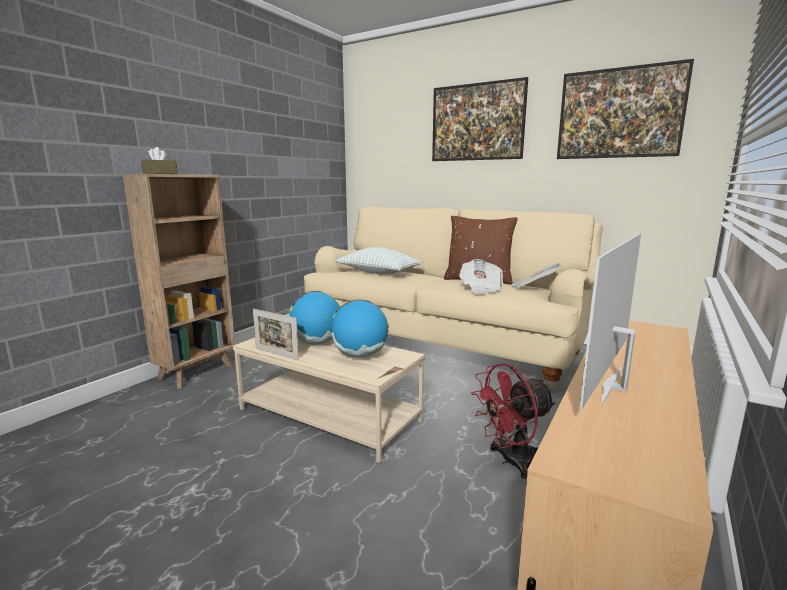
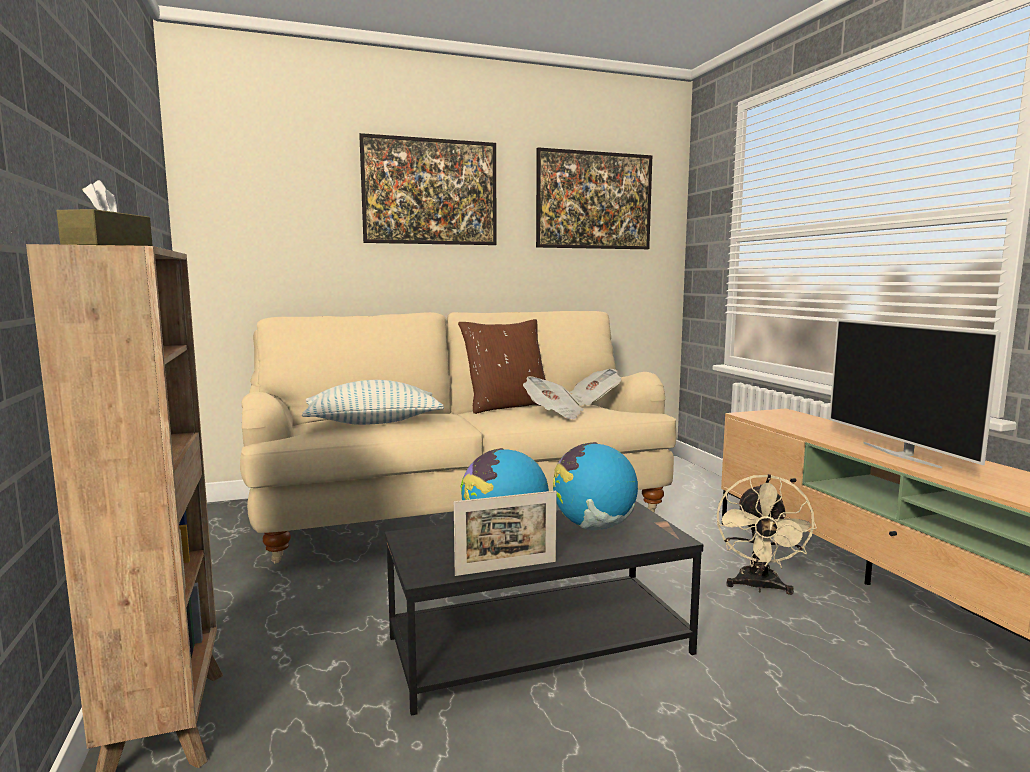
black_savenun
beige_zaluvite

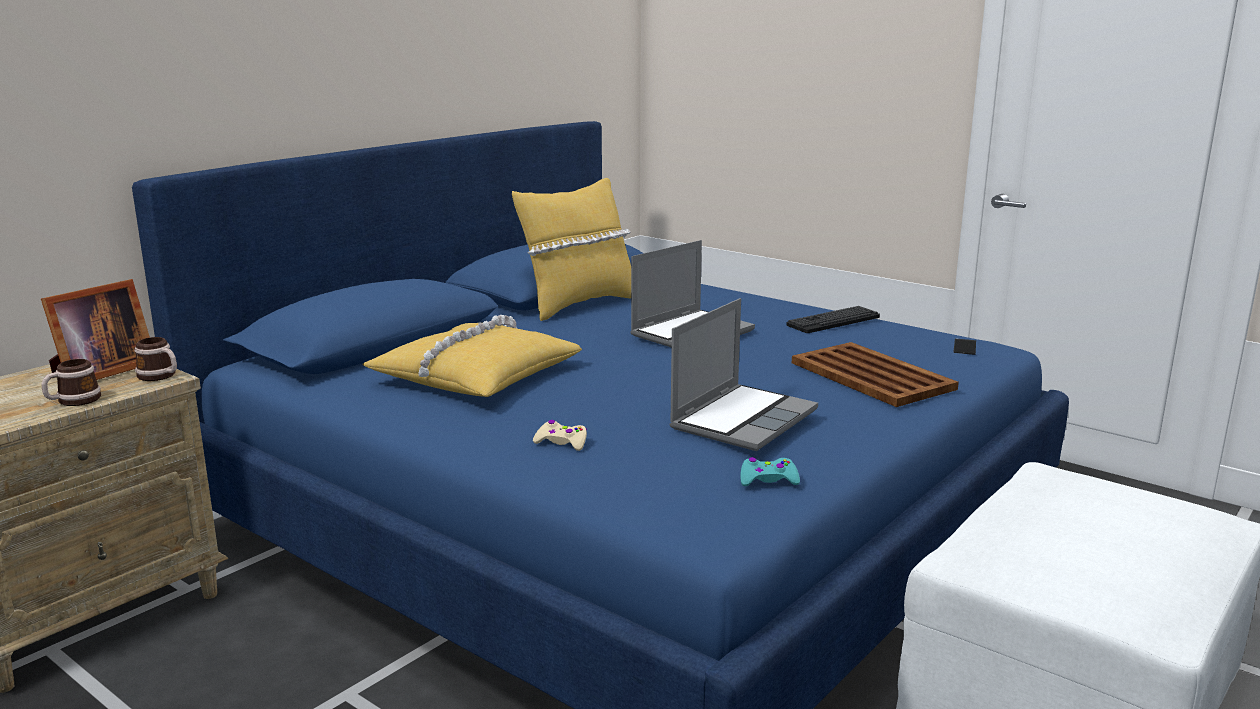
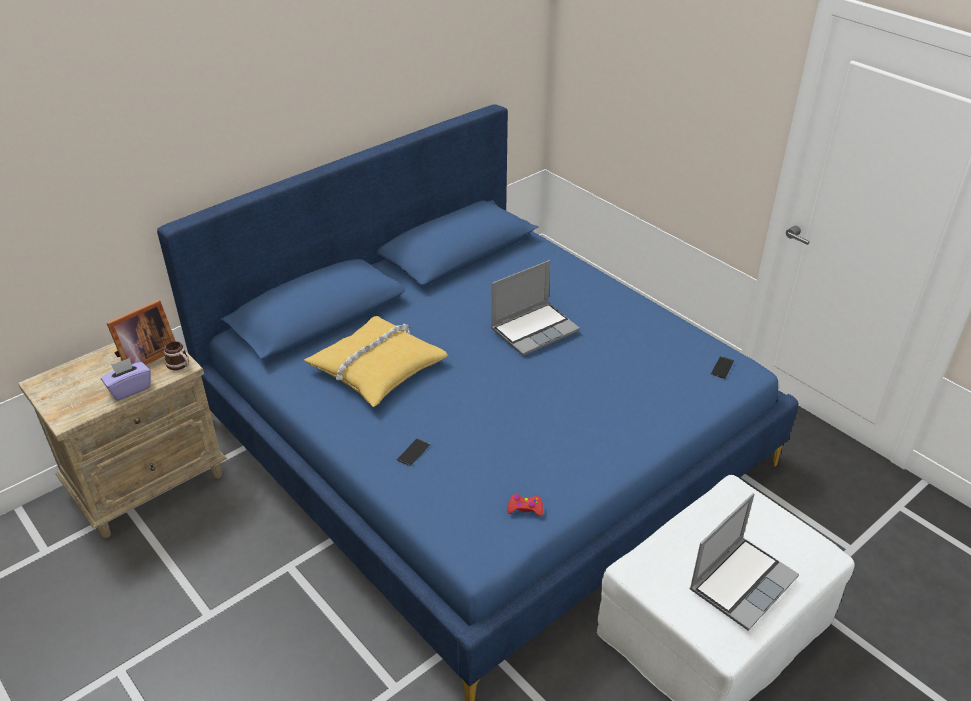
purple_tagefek
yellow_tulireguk (2nd from left in the first image)
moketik (1st from left)
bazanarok (2nd from left)
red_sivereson
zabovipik
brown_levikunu

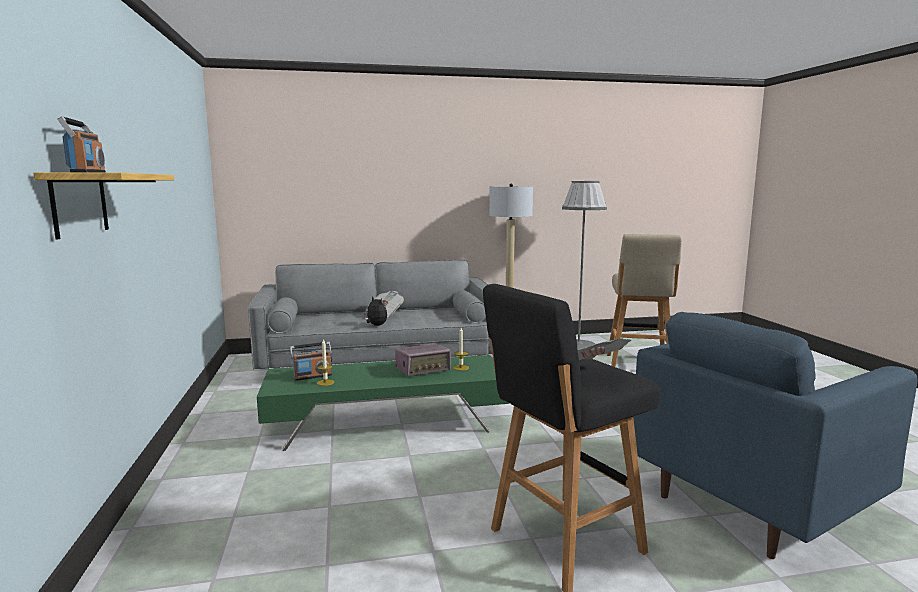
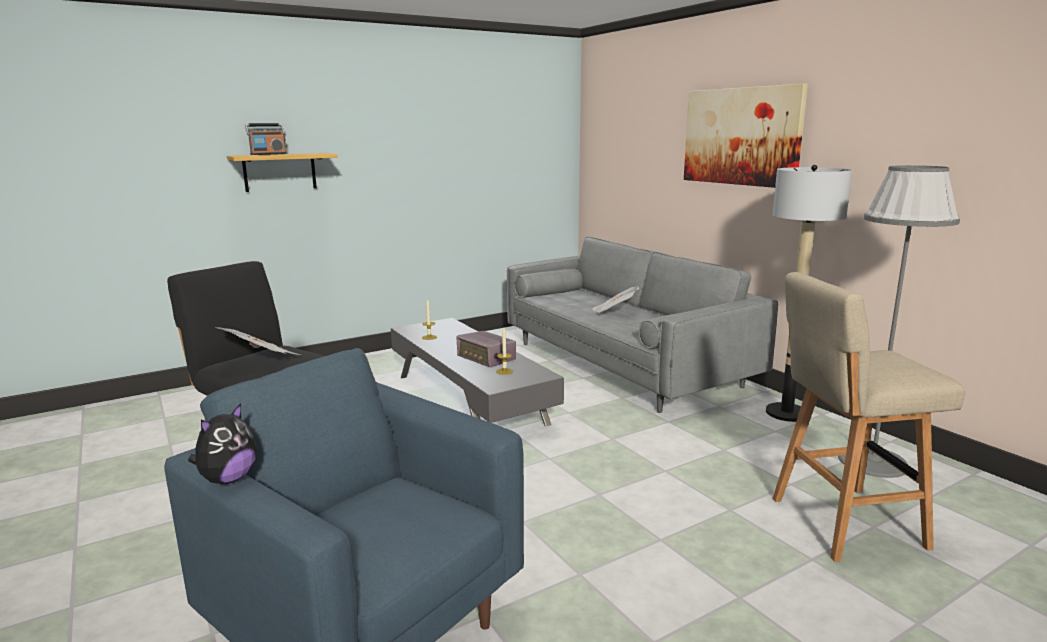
grey_savenun
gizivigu (2nd from left in the first image)
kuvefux
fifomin

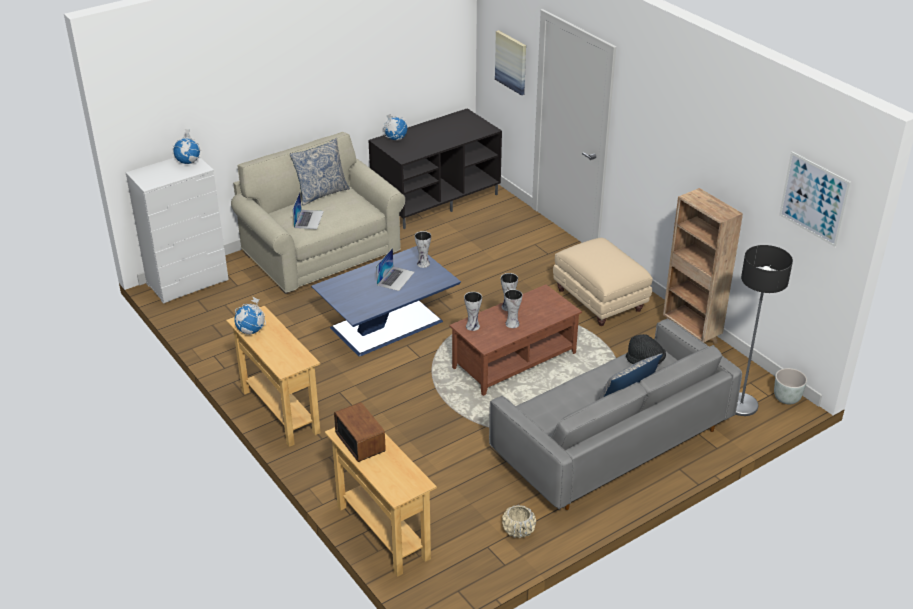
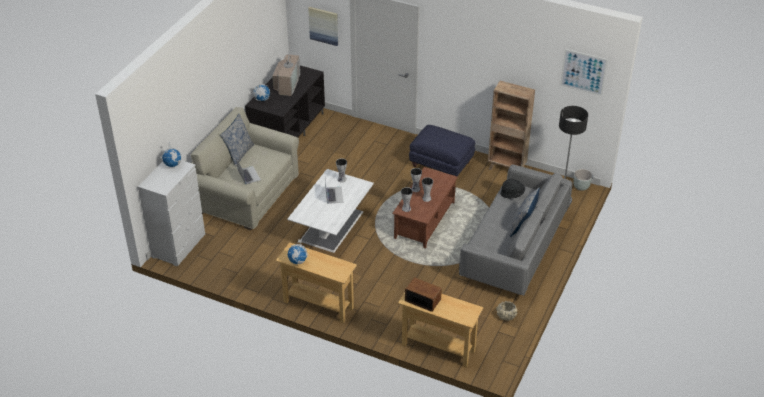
white_savenun
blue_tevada
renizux

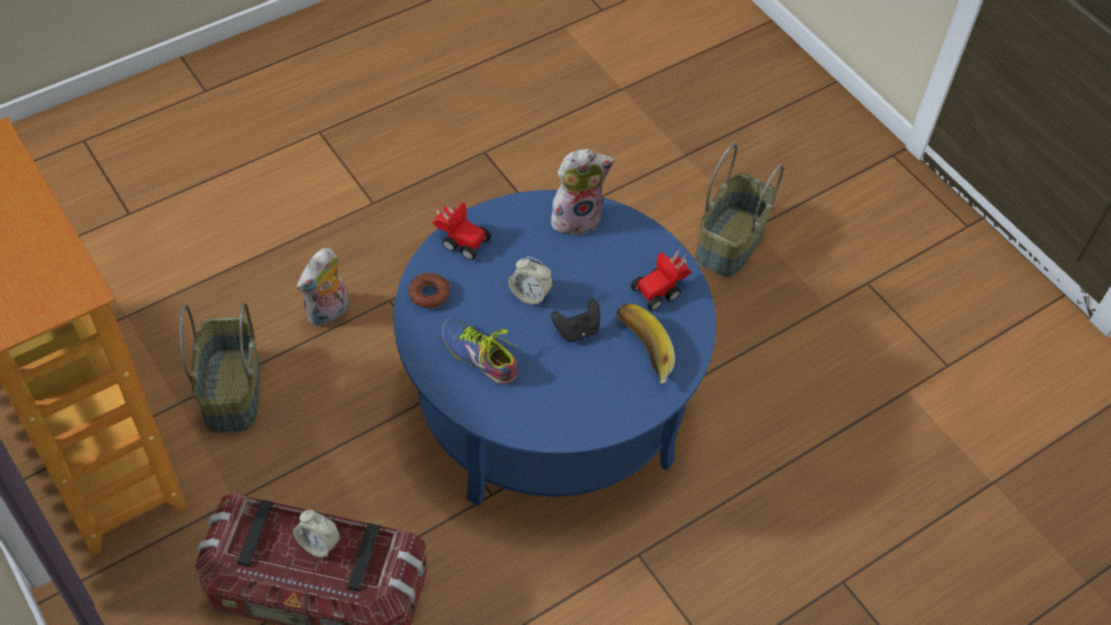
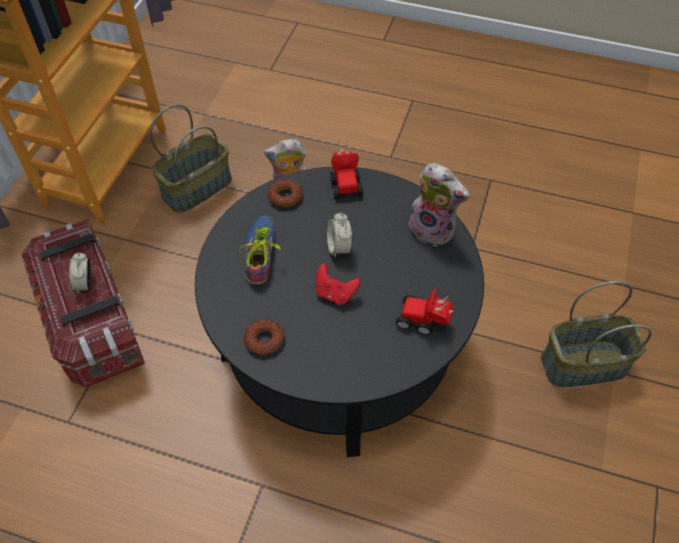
black_savenun
red_sivereson
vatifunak
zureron (1st from left)

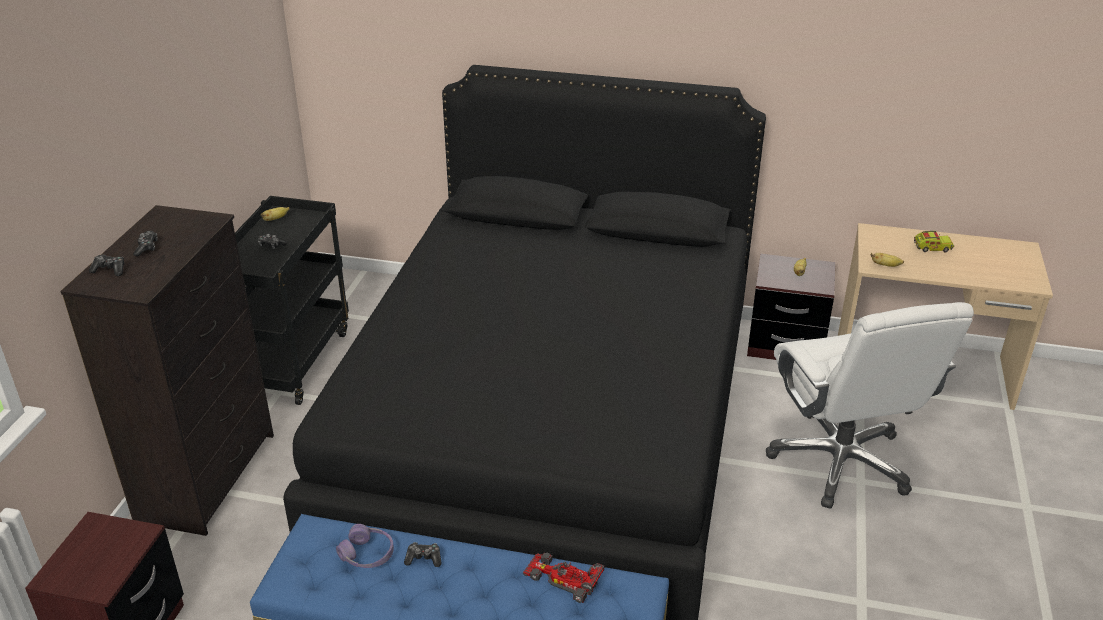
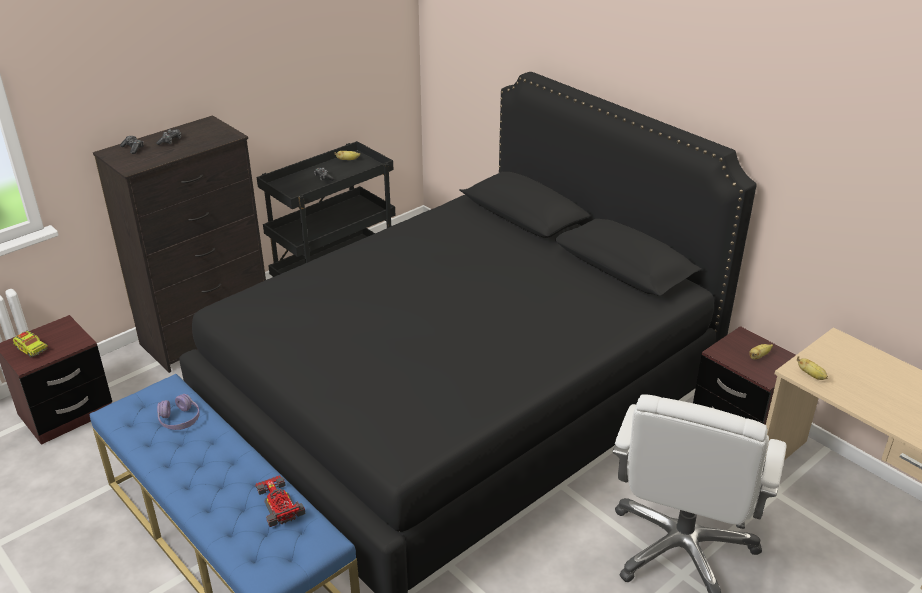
sivereson (4th from left in the first image)
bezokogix

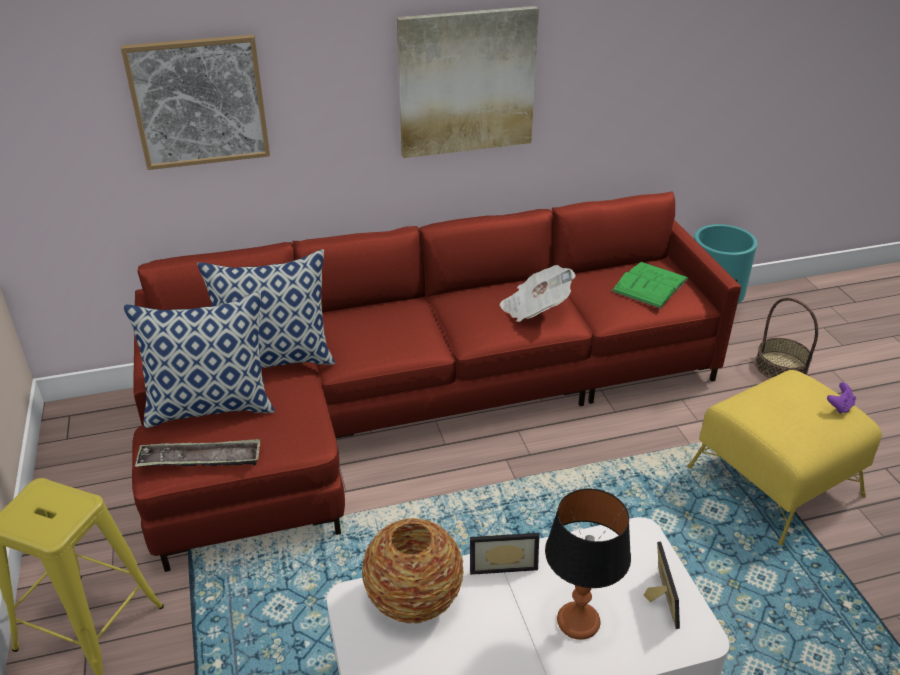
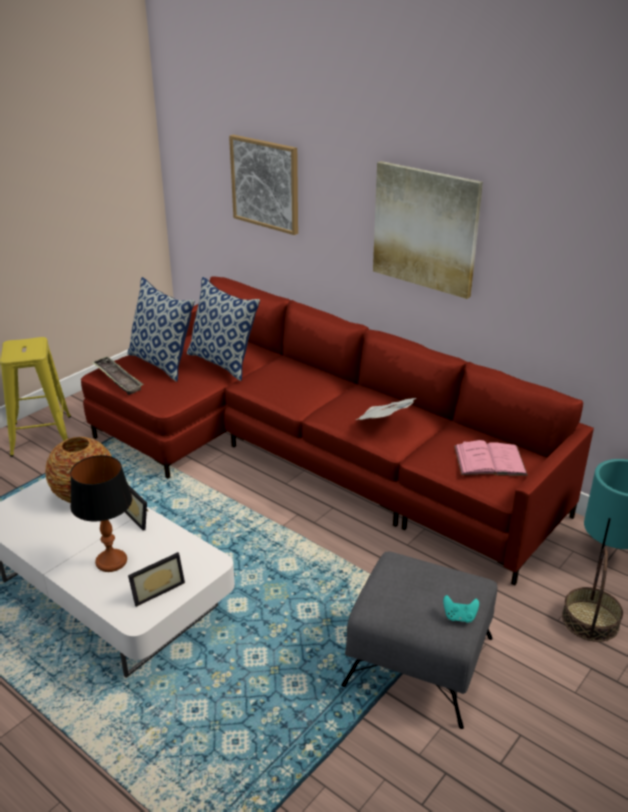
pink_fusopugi
grey_tevada
turquoise_sivereson

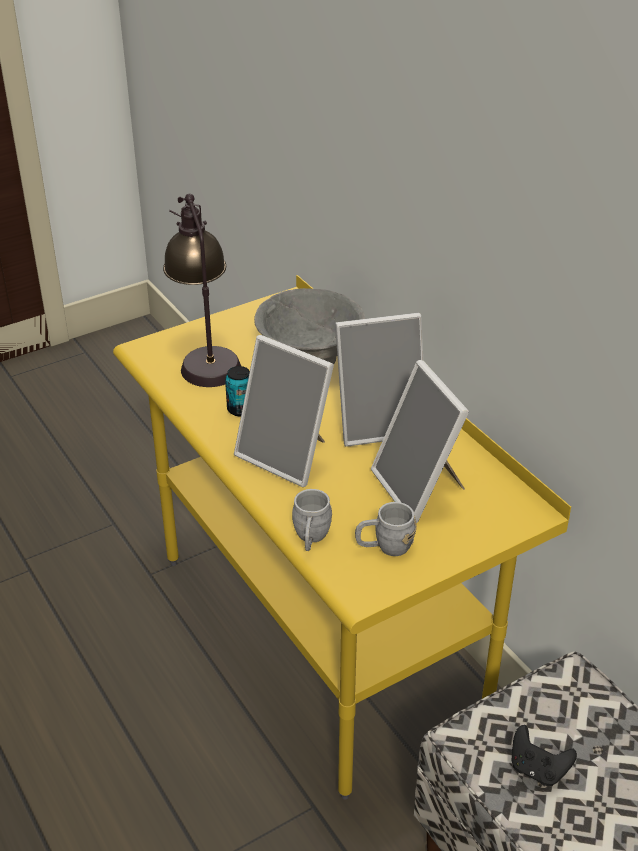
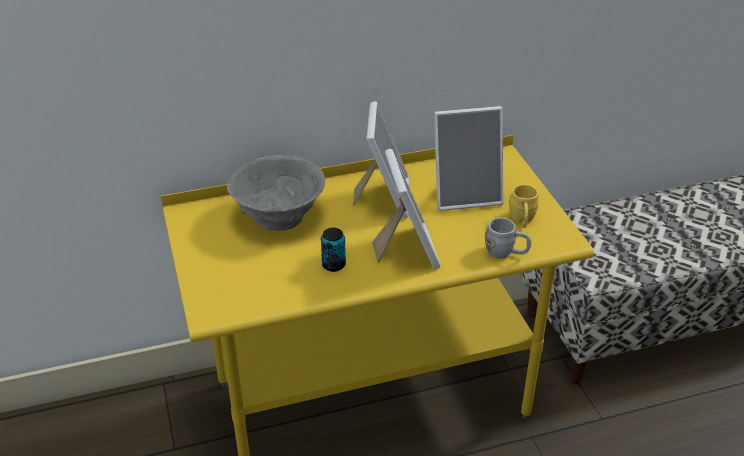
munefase
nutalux (2nd from left)
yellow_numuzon
black_sivereson

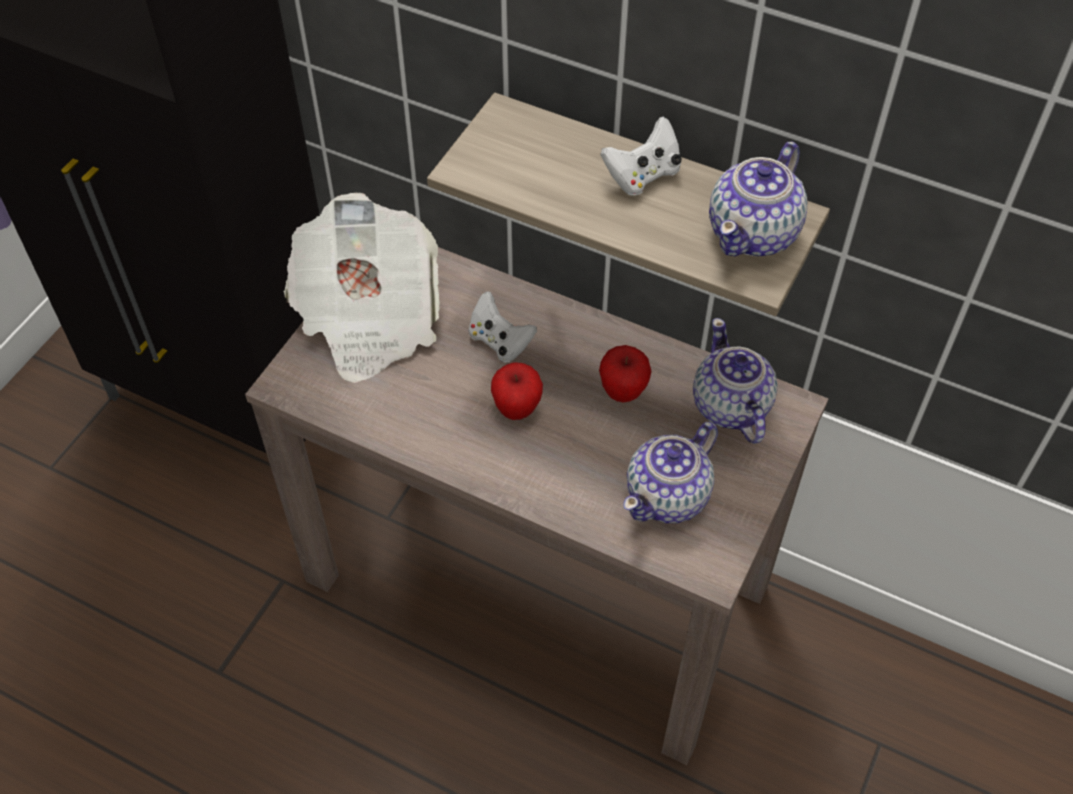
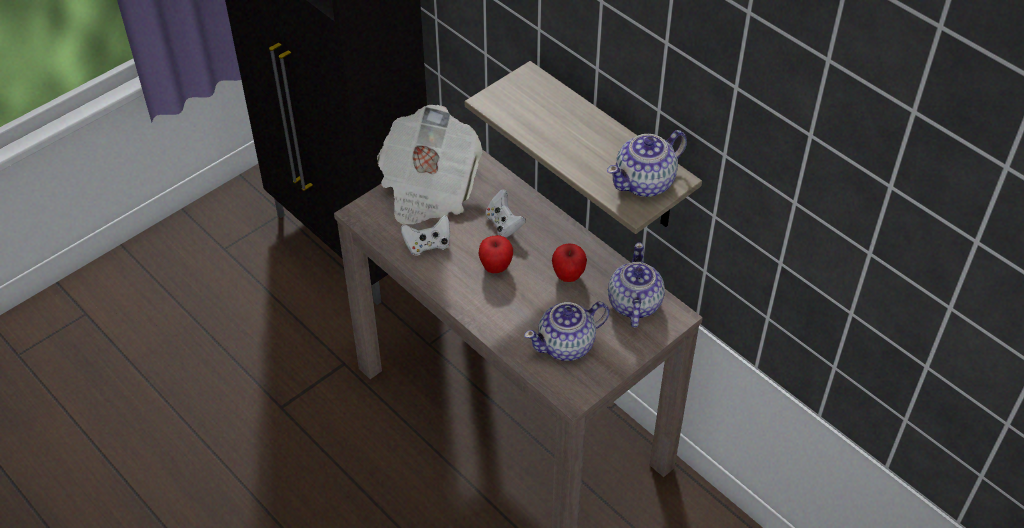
white_sivereson (1st from left)

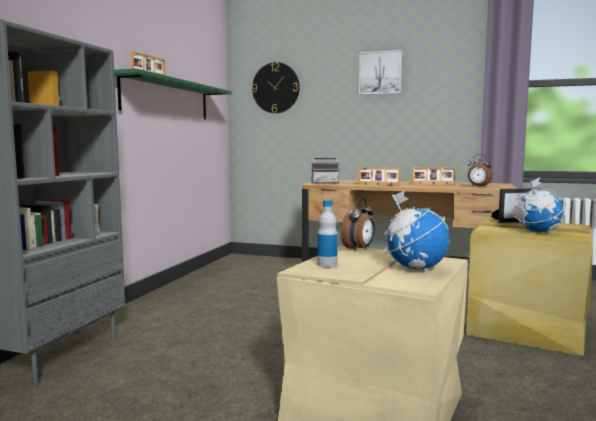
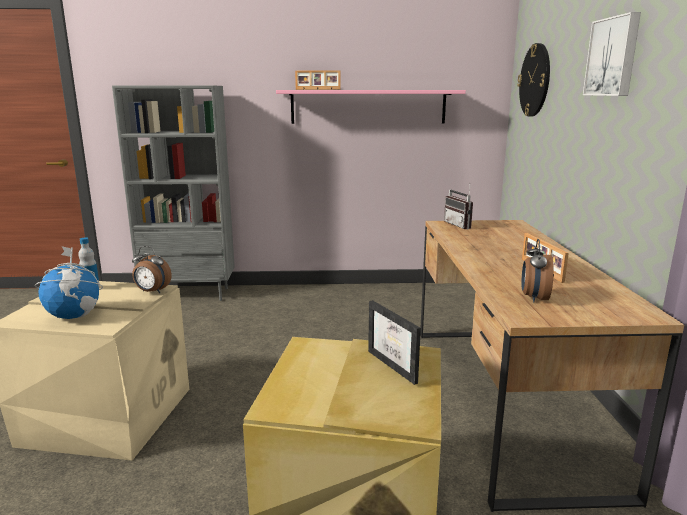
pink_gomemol
nutalux (2nd from left in the first image)
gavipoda (2nd from left in the first image)

